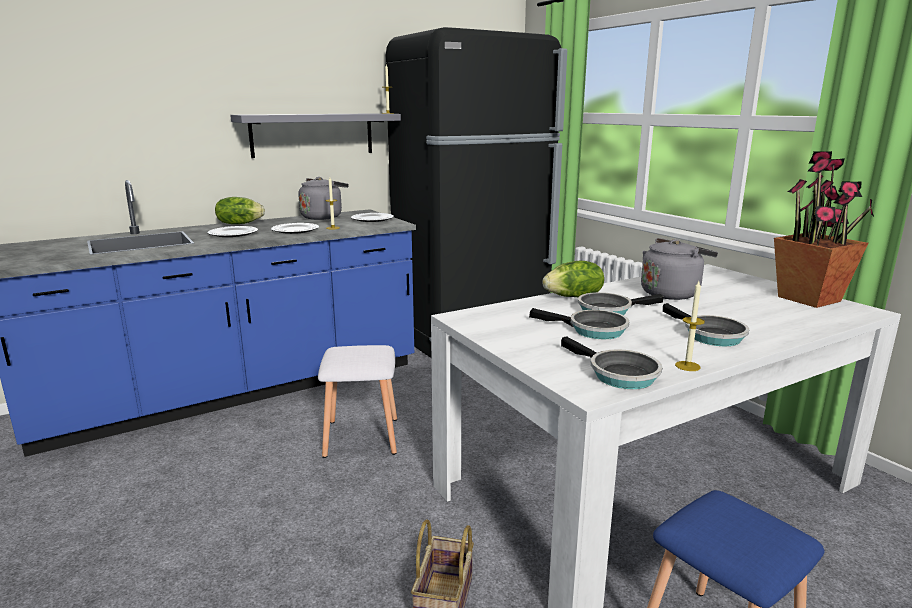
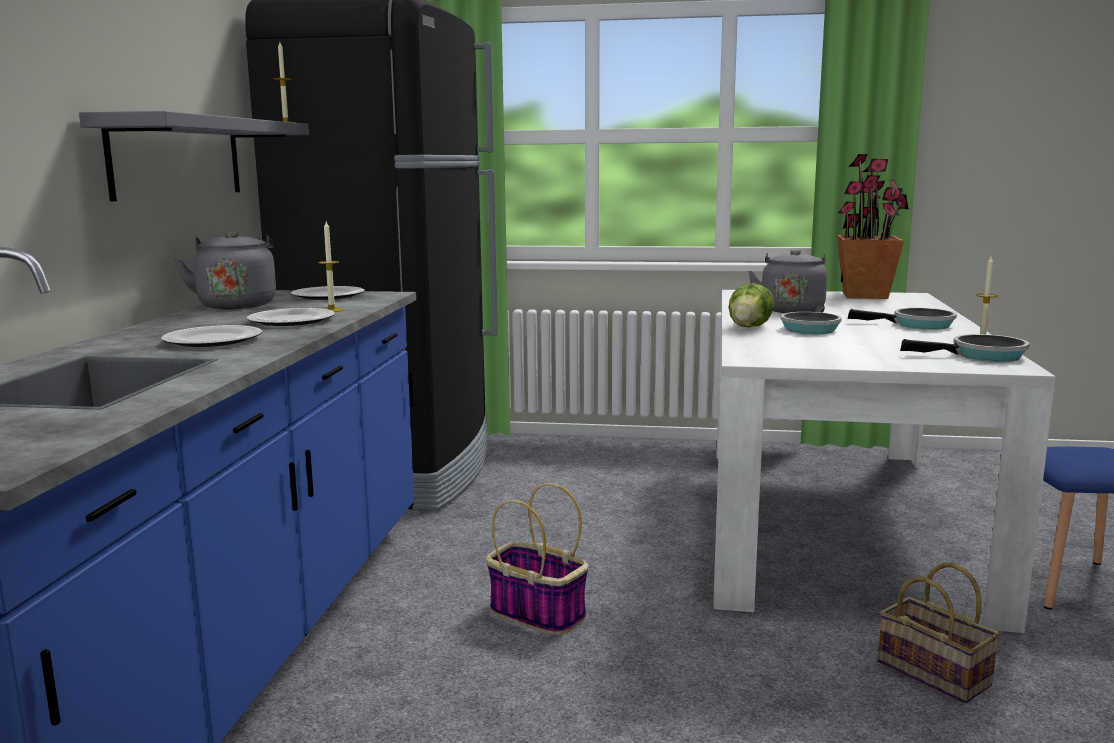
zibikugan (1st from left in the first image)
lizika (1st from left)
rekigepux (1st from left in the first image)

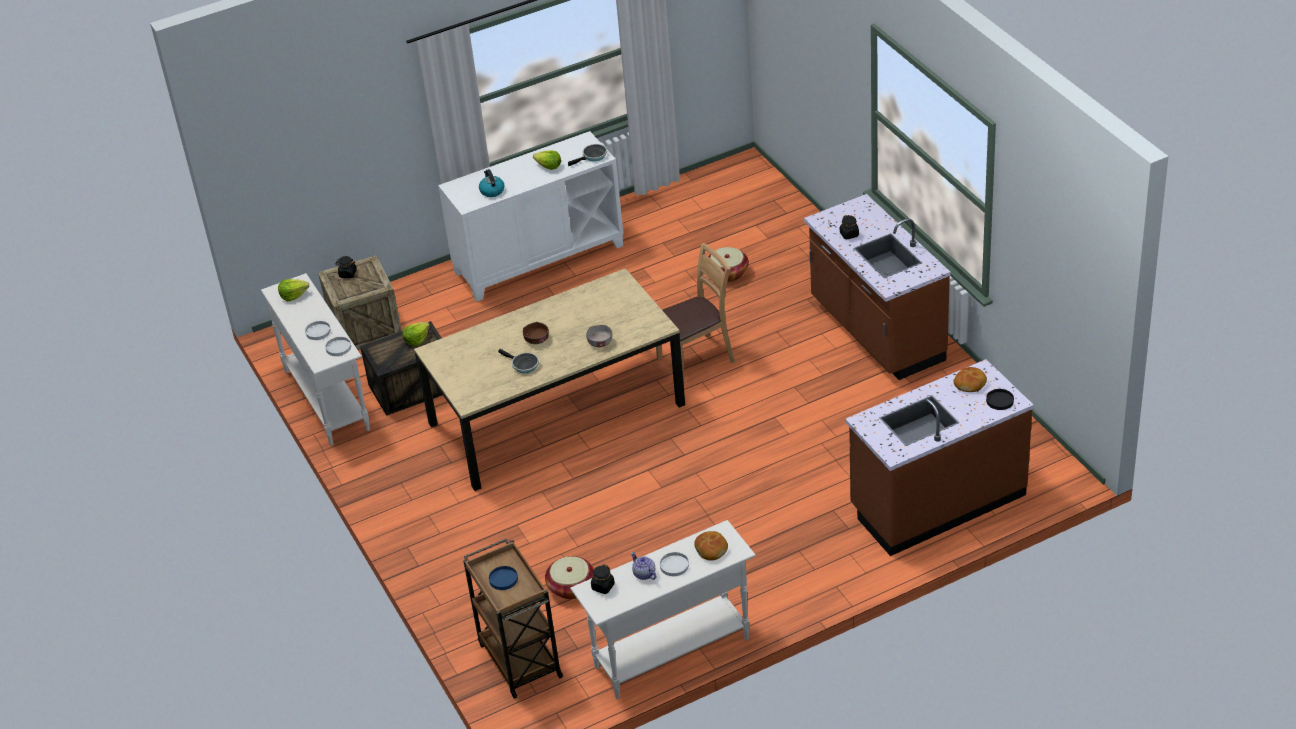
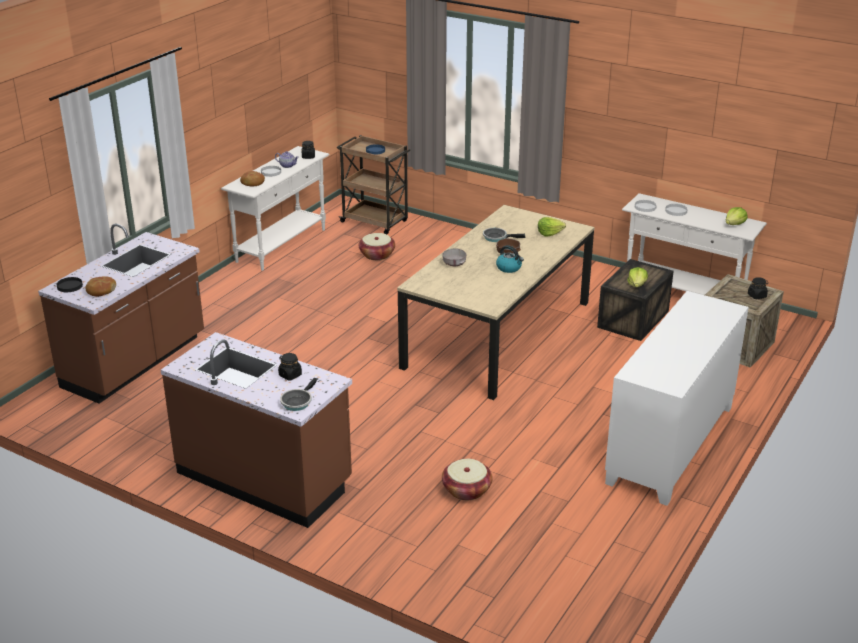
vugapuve
zibikugan (1st from left)
rekigepux (1st from left)
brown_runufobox

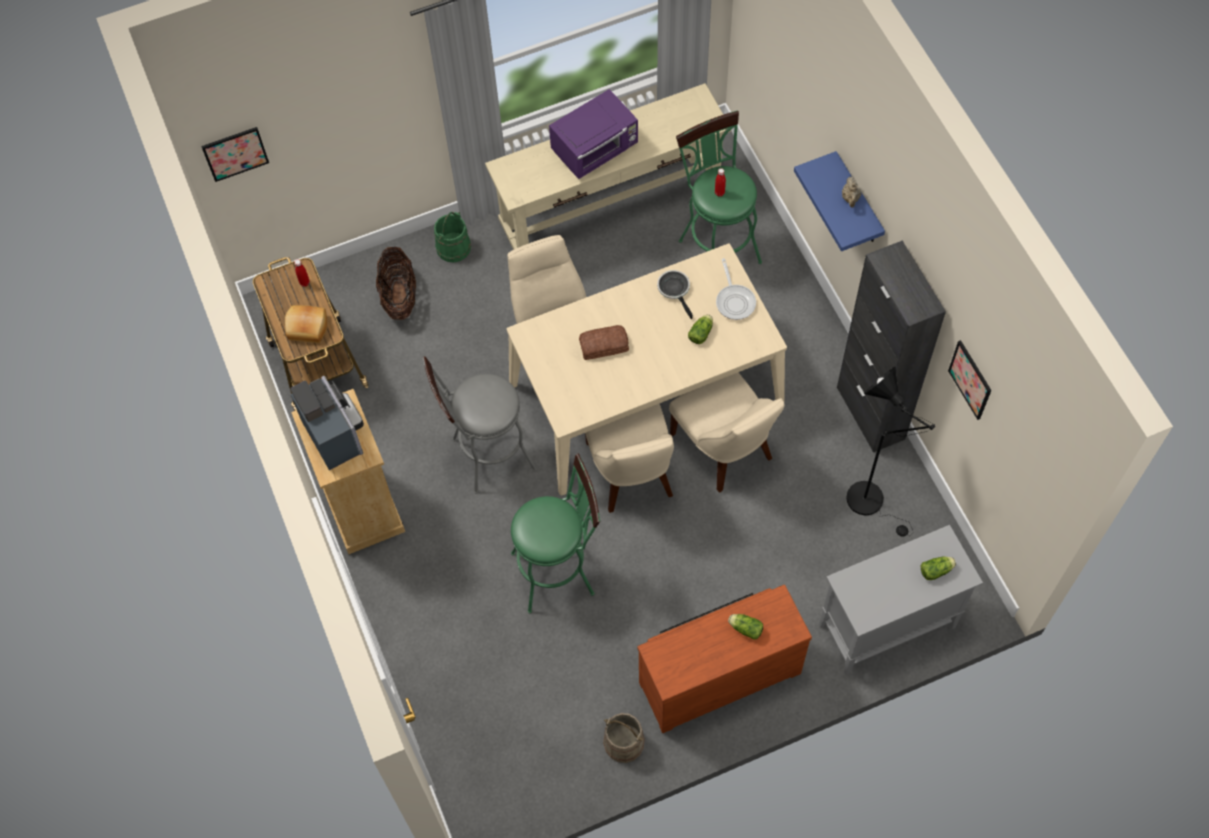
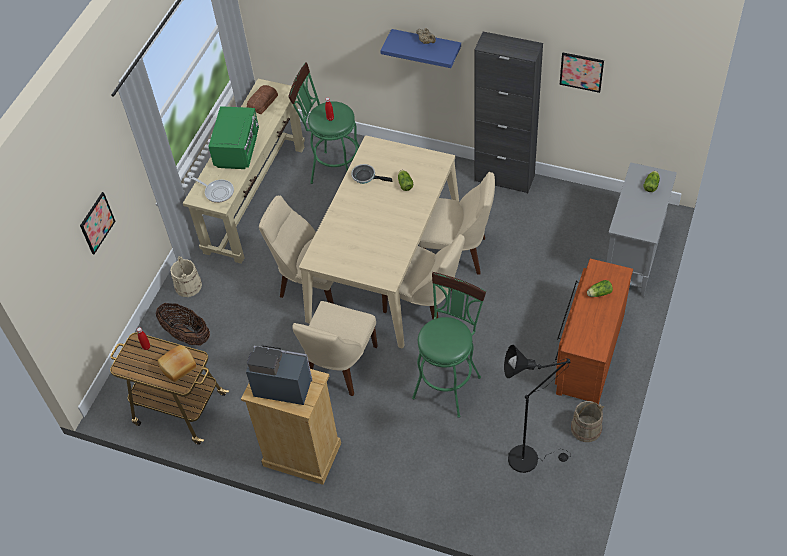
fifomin (1st from left)
beige_runufobox (2nd from left)
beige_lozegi (1st from left)
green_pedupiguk
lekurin (2nd from left)
rekigepux (1st from left)
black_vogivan

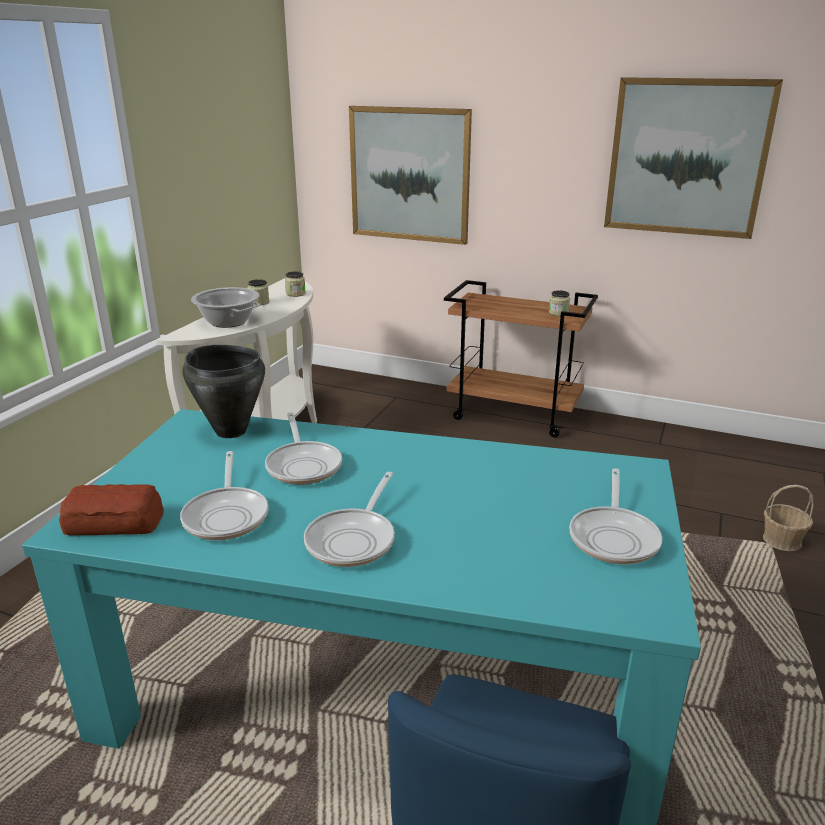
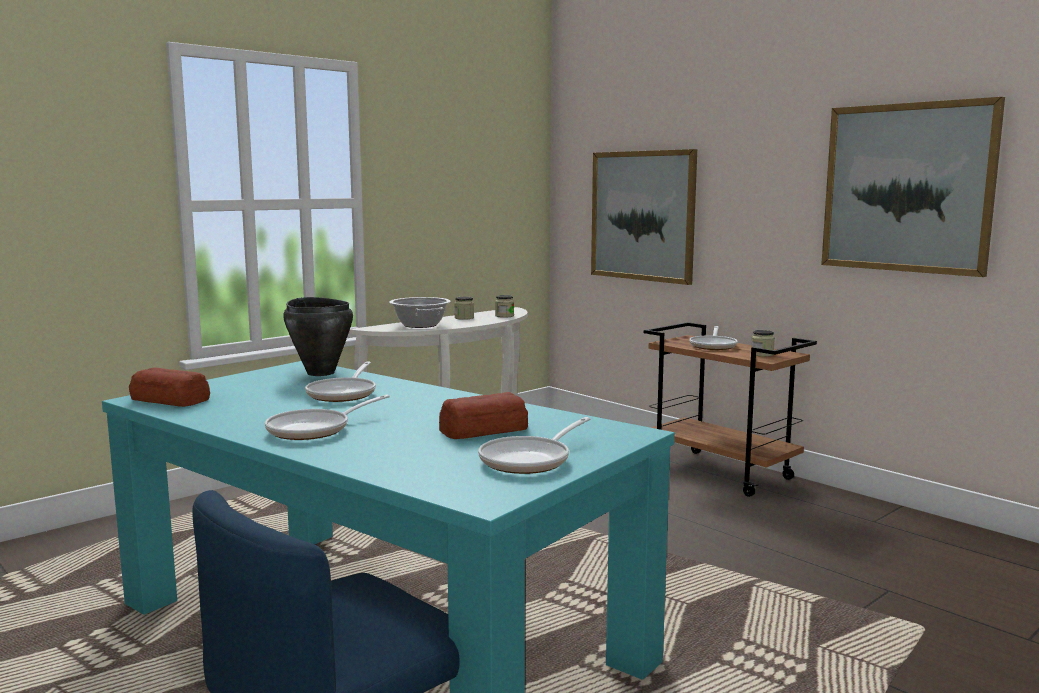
rekigepux (4th from left)
lizika
lekurin (2nd from left)

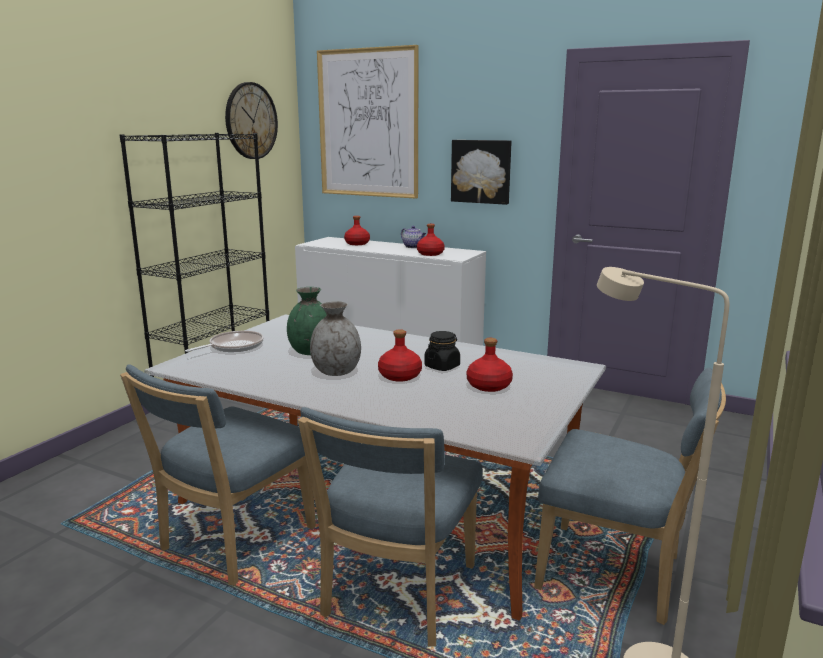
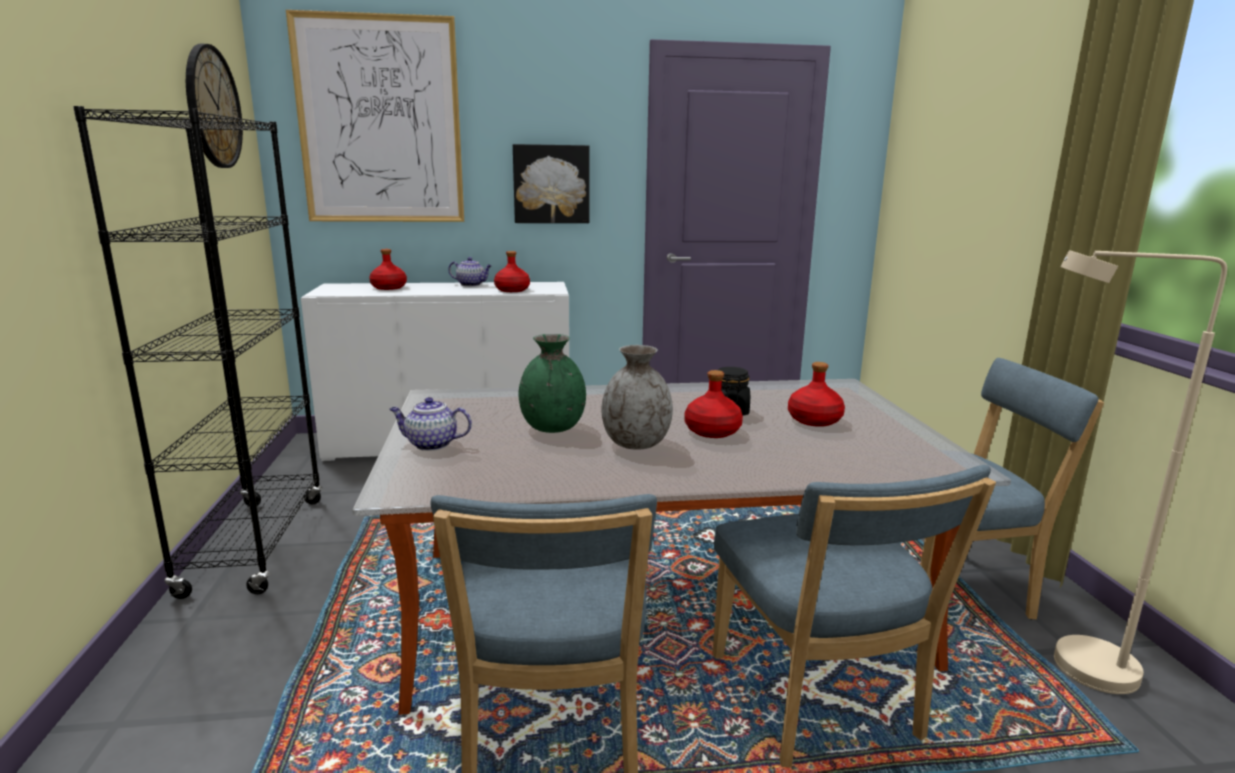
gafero (1st from left)

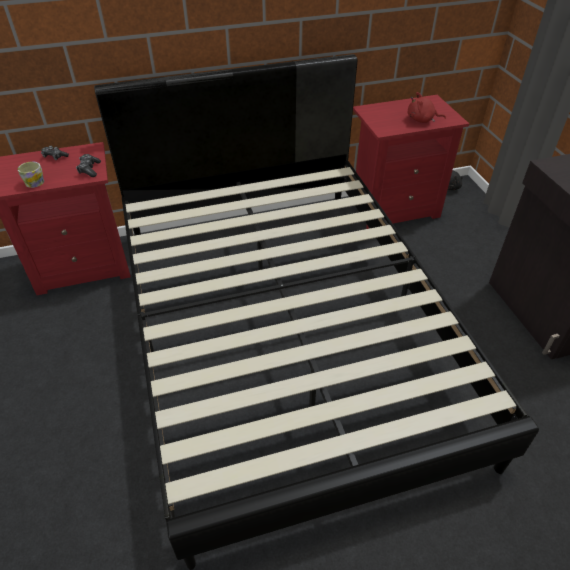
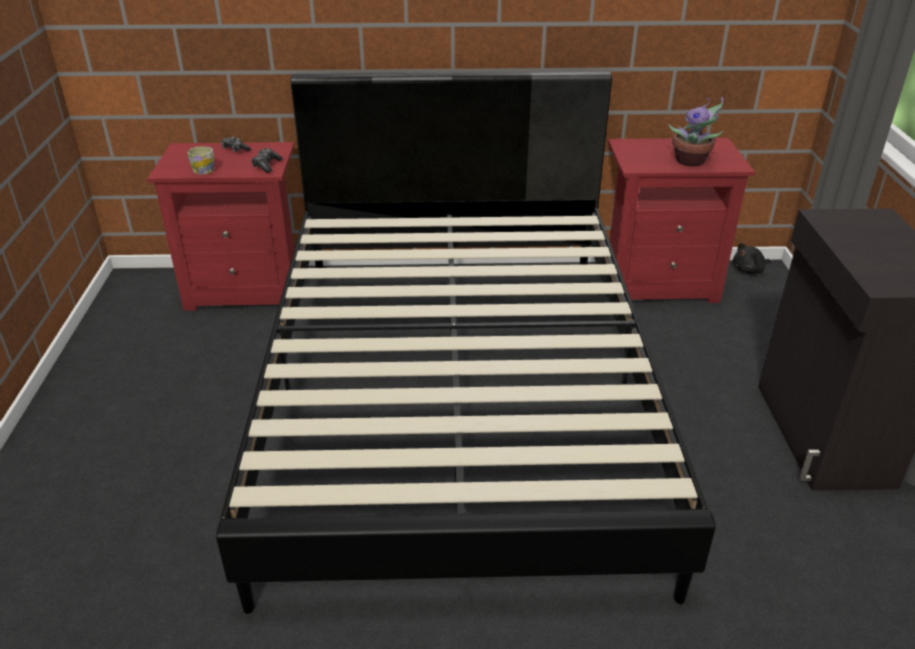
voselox

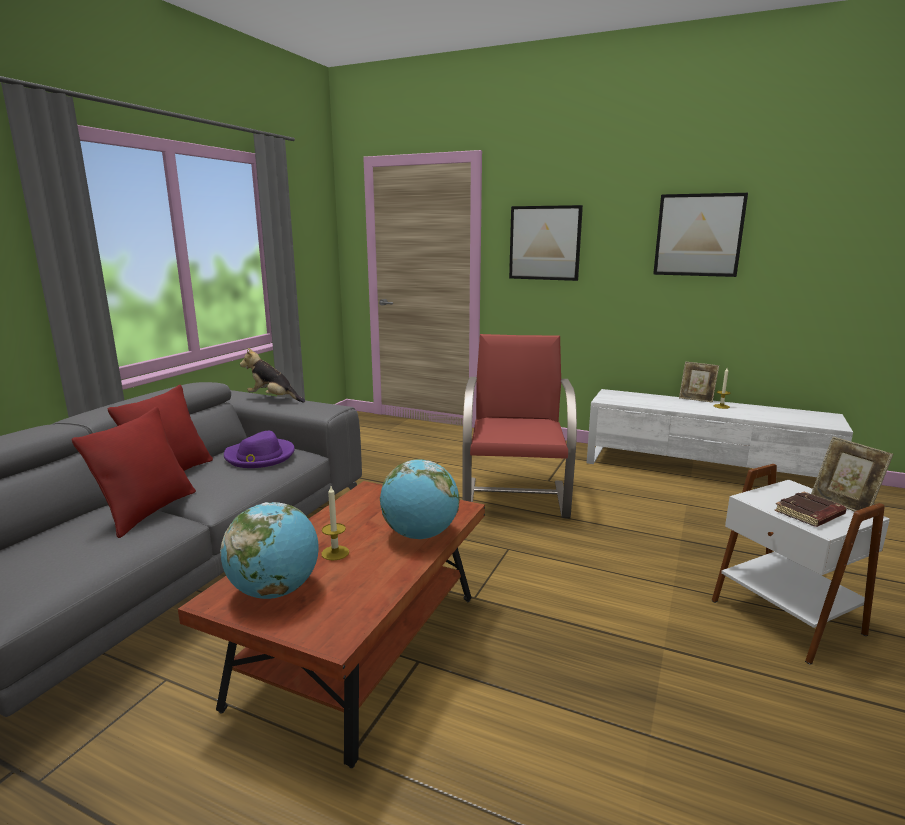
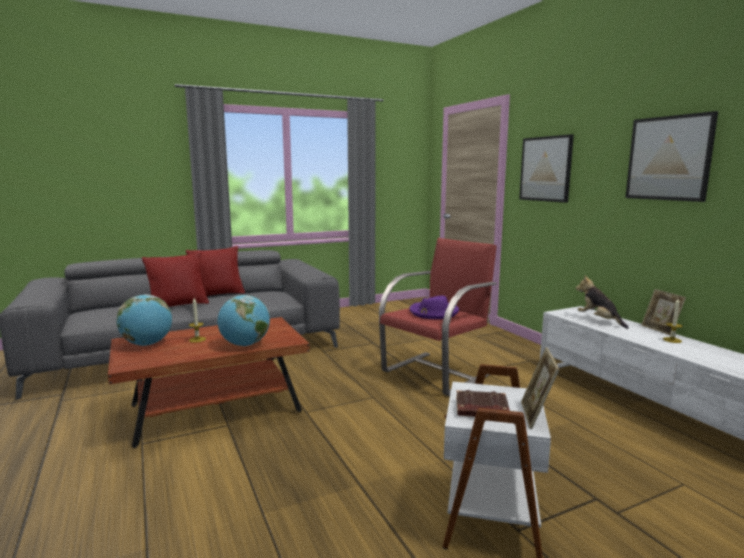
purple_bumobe
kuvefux

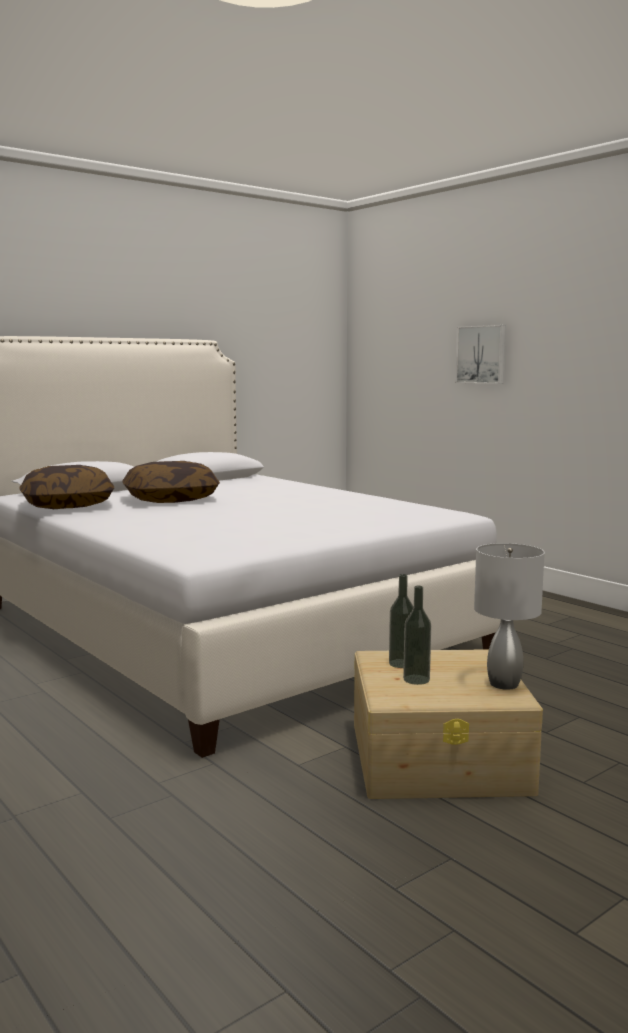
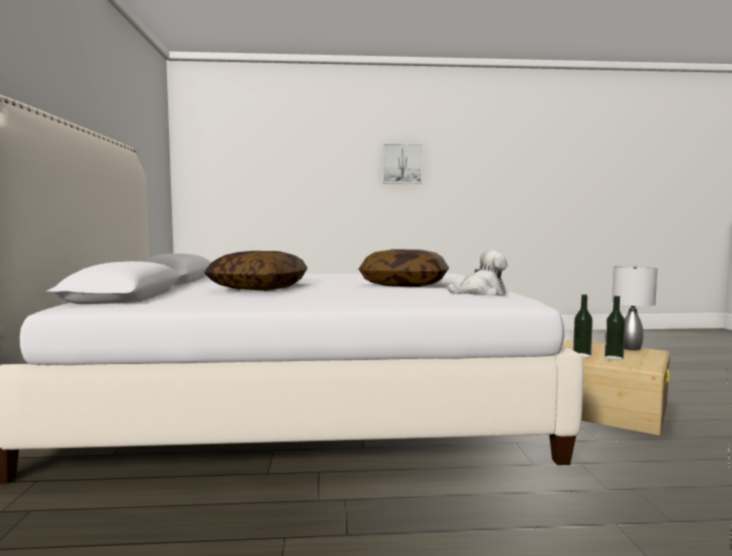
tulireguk (2nd from left)
fifomin
kuvefux

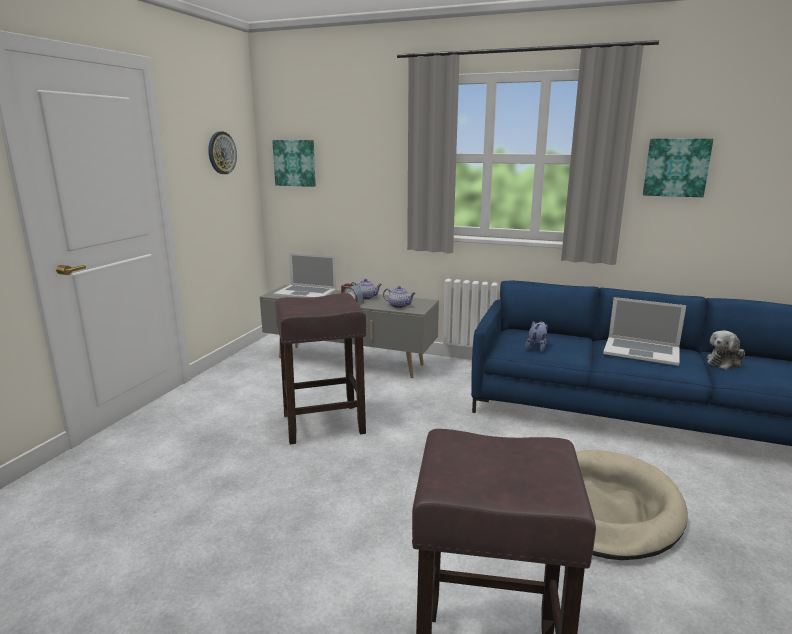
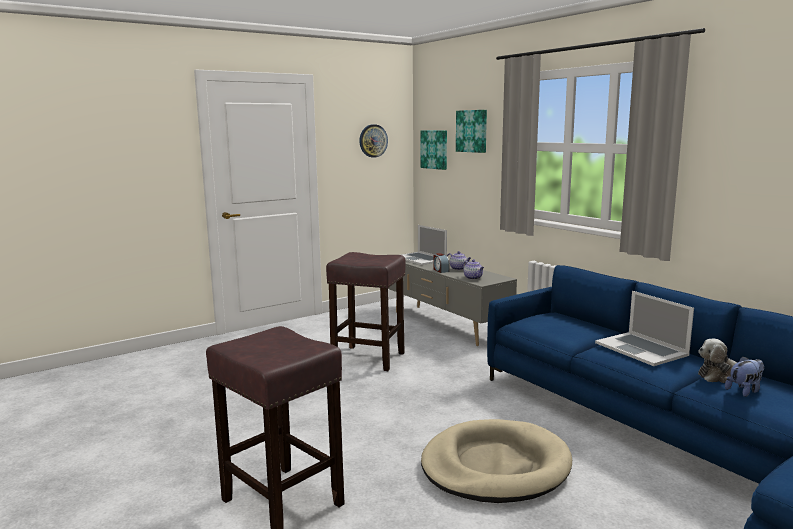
kuvefux (2nd from left)
fifomin (2nd from left)

